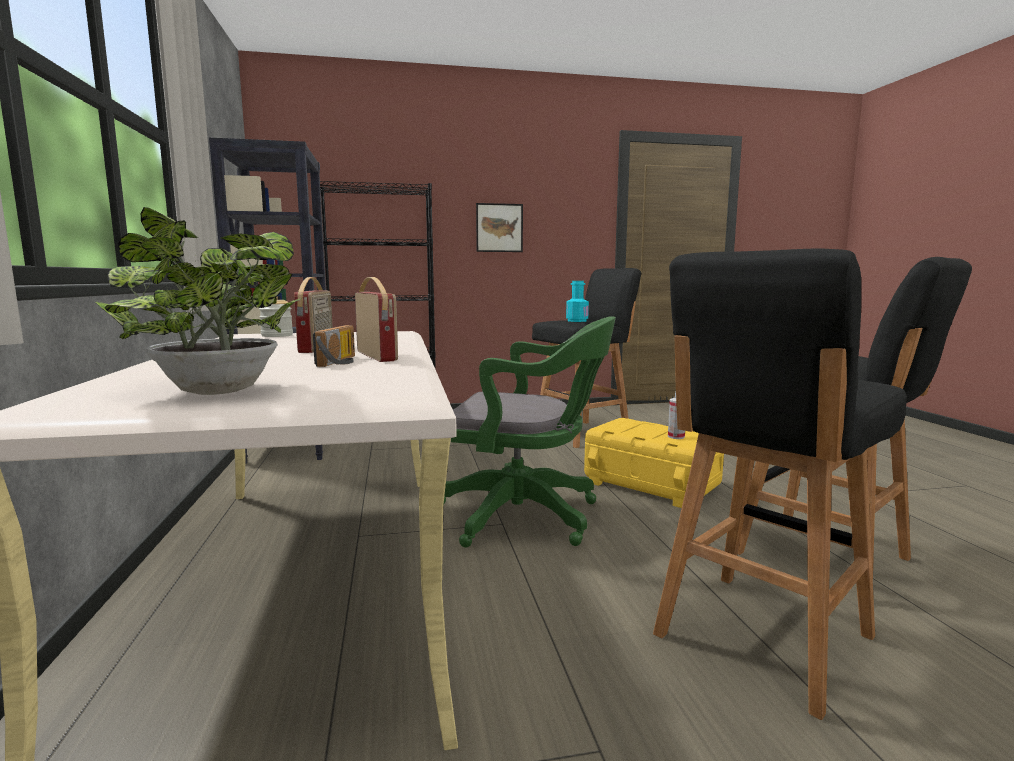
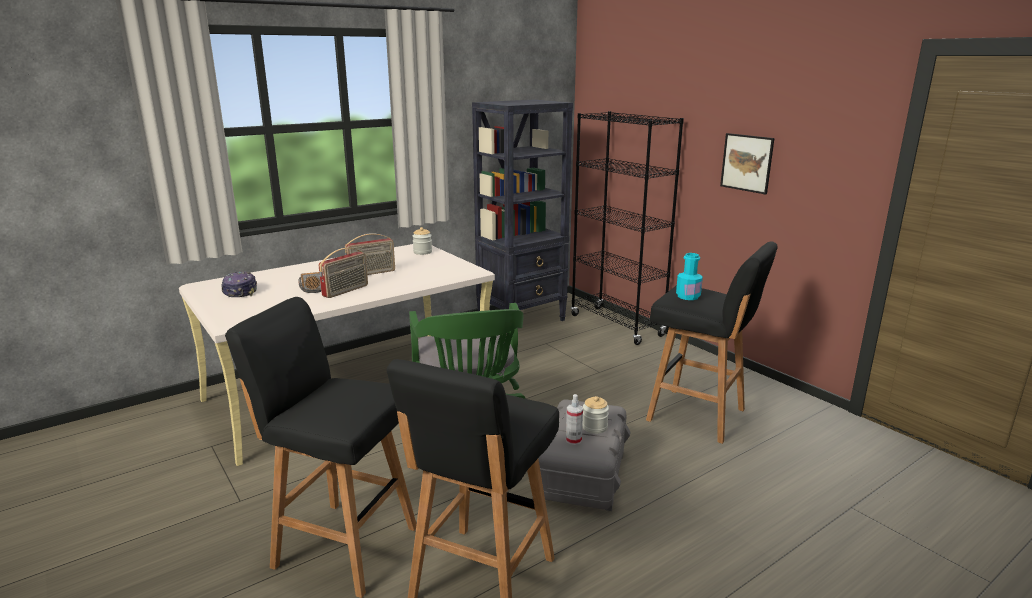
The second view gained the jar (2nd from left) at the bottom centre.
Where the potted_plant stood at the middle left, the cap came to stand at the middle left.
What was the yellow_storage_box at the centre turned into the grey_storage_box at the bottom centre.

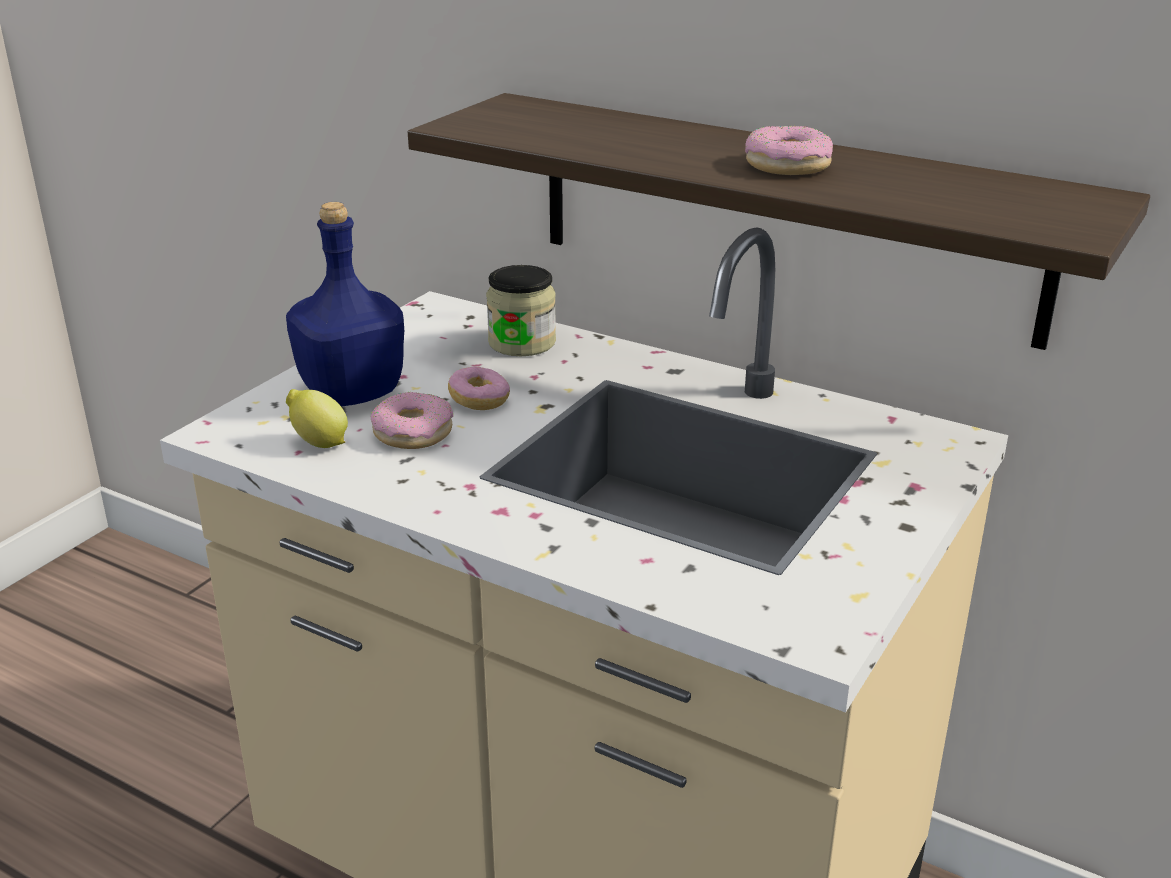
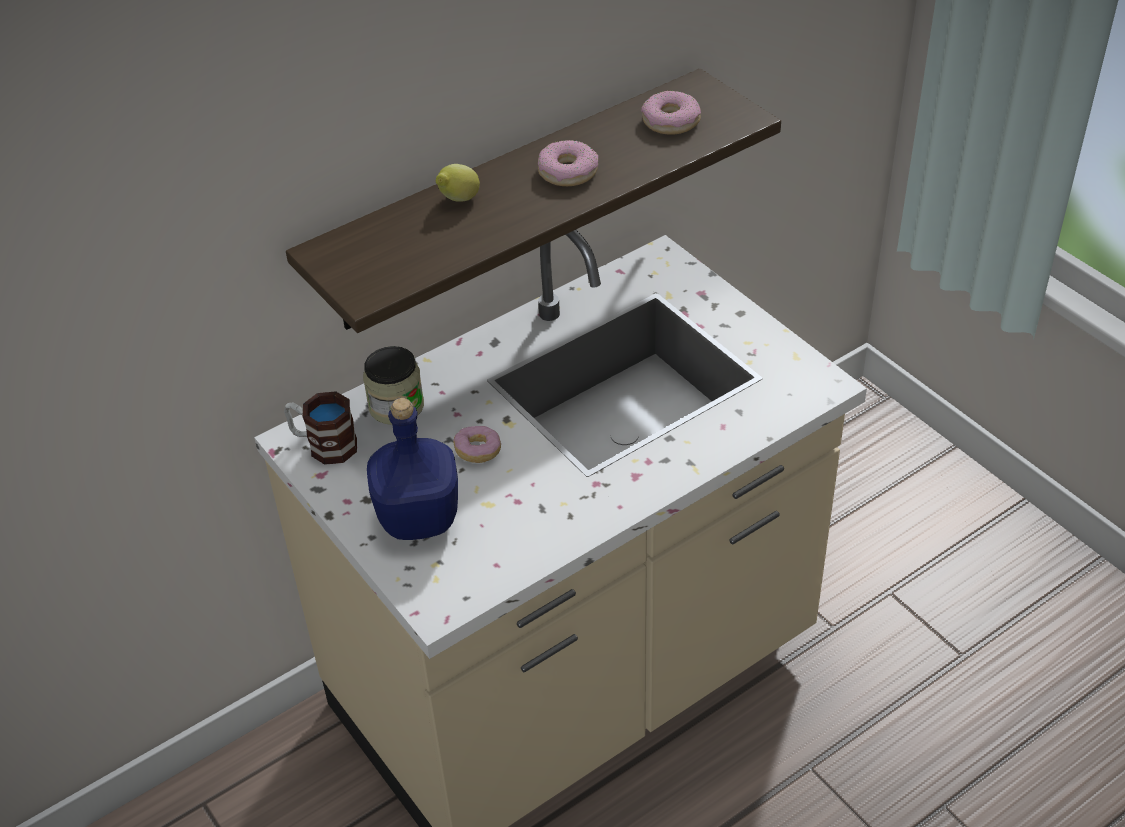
The second view gained the mug at the middle left.
The lemon ended up elsewhere, having gone from the middle left to the top centre.
The donut (1st from left in the first image) ended up elsewhere, having gone from the centre to the top centre.

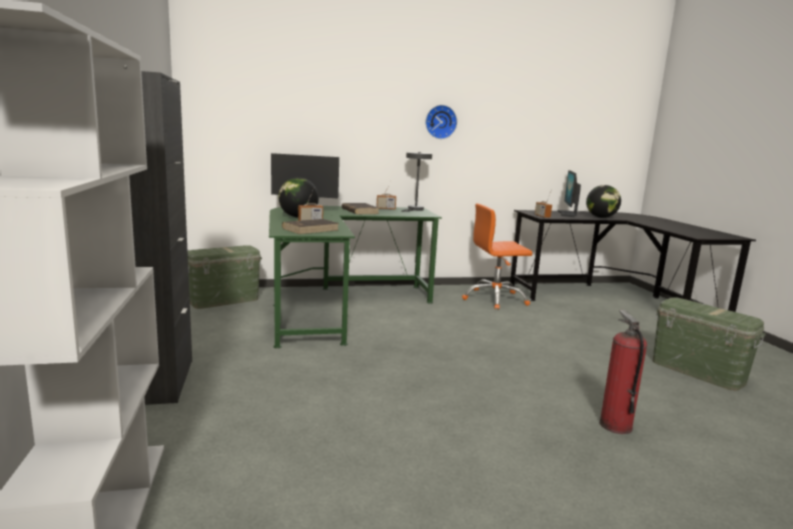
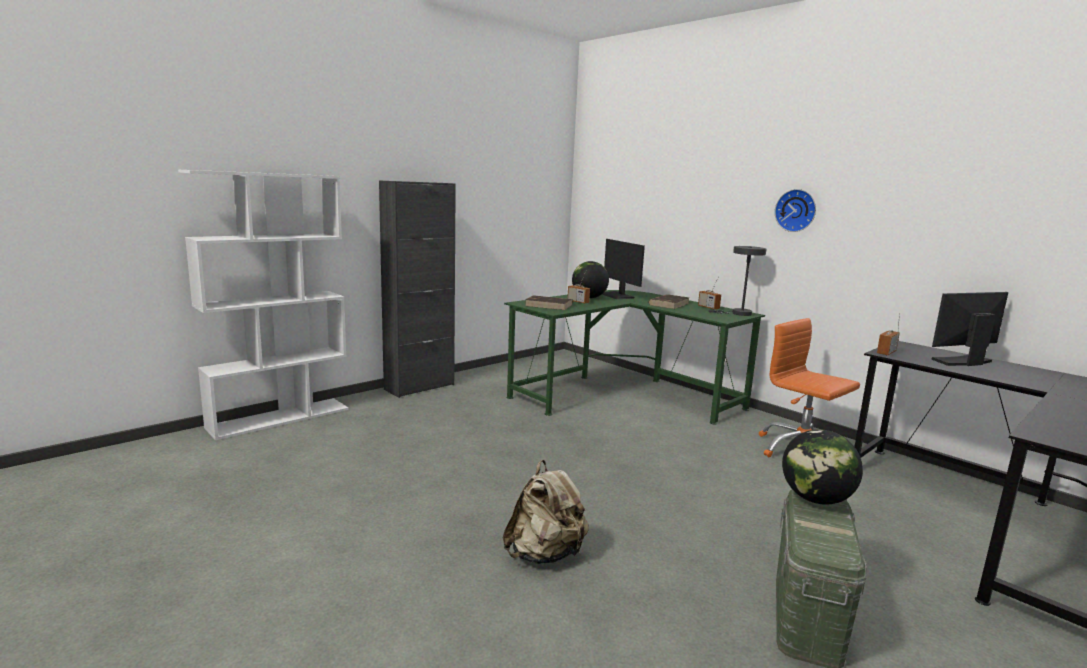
The second view lost the green_storage_box (1st from left) at the middle left.
The globe (2nd from left) ended up elsewhere, having gone from the middle right to the bottom right.
Where the fire_extinguisher stood at the bottom right, the beige_backpack came to stand at the bottom centre.

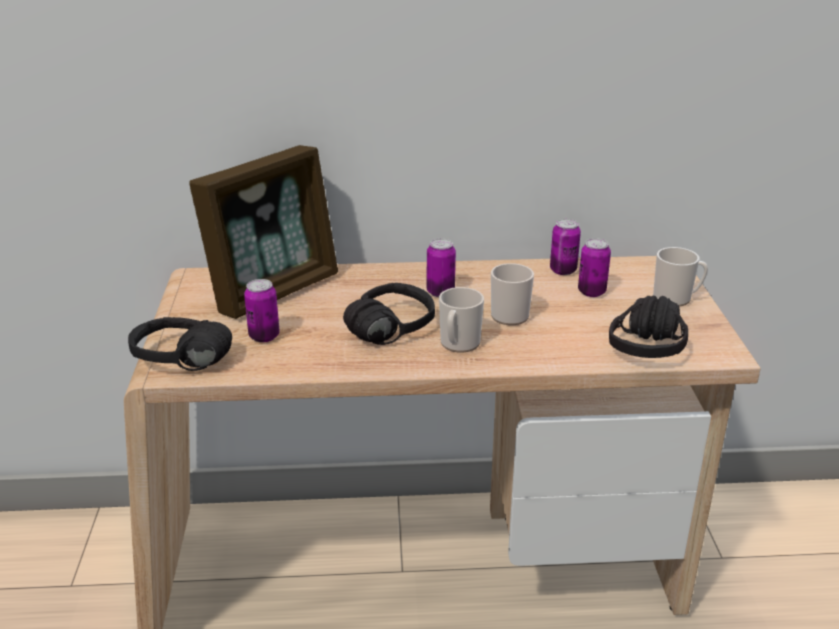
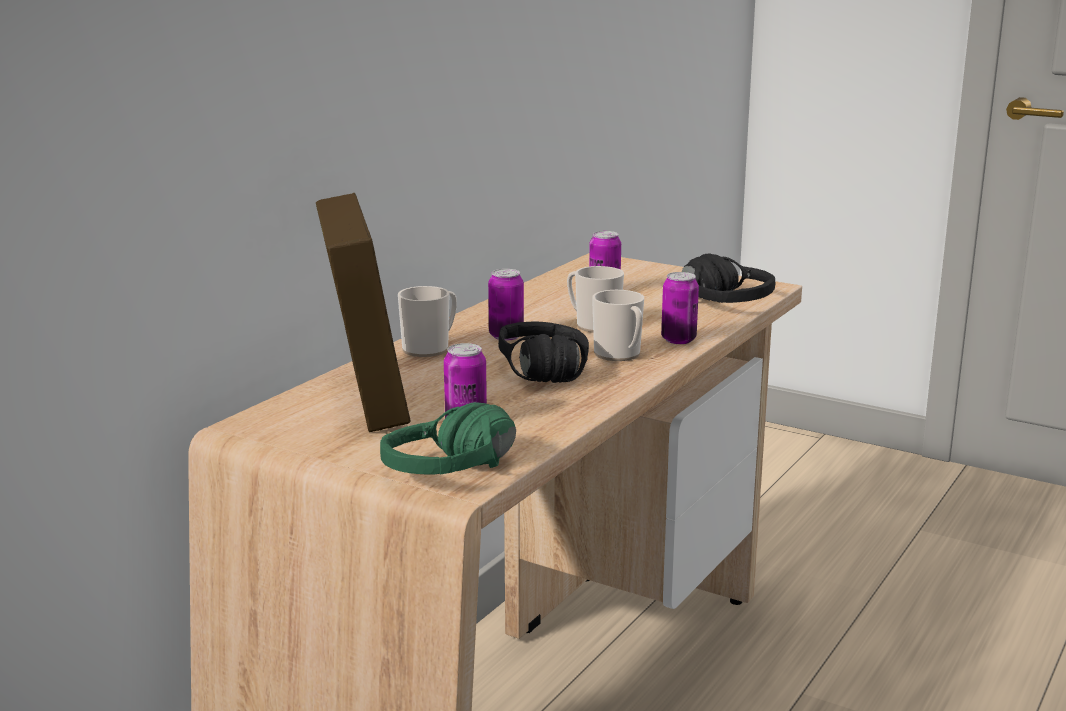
The can (3rd from left in the first image) ended up elsewhere, having gone from the middle right to the centre.
The mug (3rd from left in the first image) ended up elsewhere, having gone from the middle right to the centre.
What was the black_headphones (1st from left) at the middle left turned into the green_headphones at the centre.

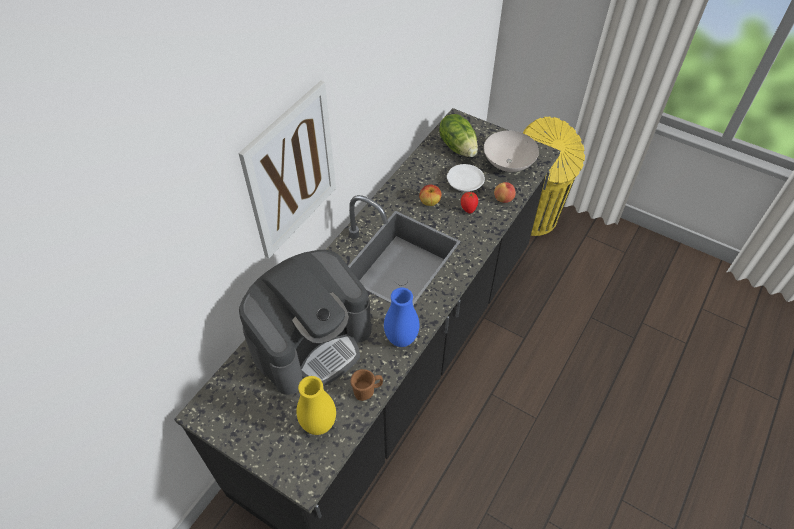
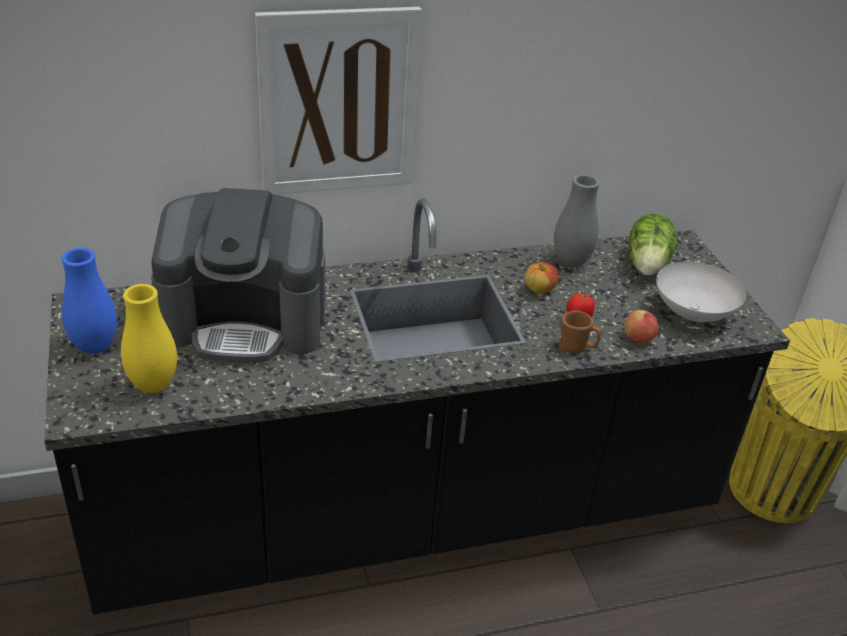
The second view lost the white_plate at the centre.
The second view gained the grey_vase at the middle right.
The brown_mug ended up elsewhere, having gone from the bottom centre to the middle right.
The blue_vase ended up elsewhere, having gone from the centre to the middle left.

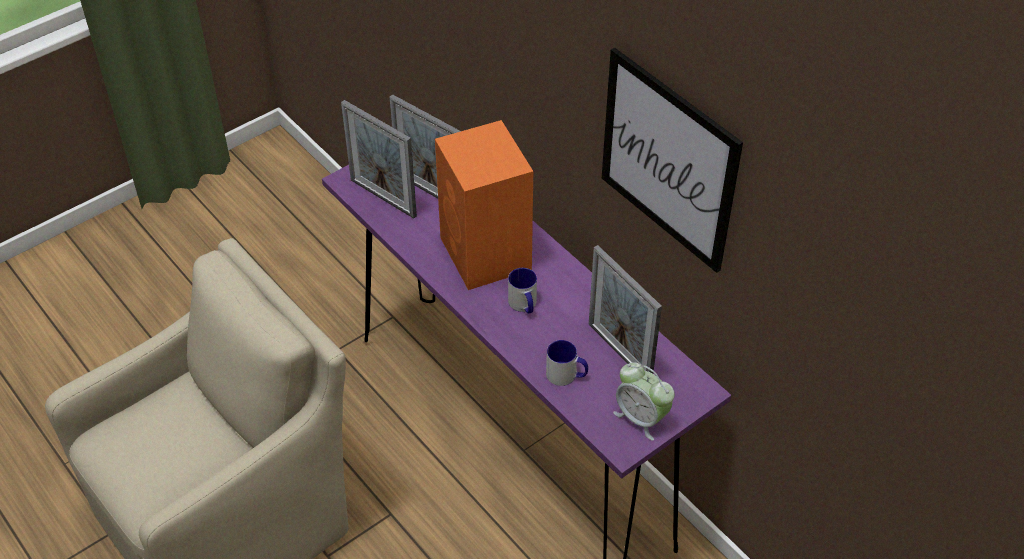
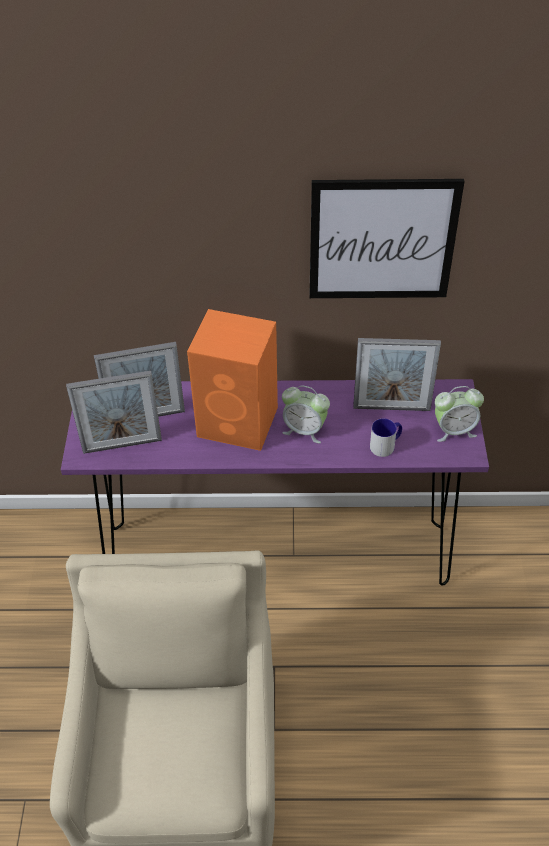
Where the mug (1st from left) stood at the centre, the alarm_clock (1st from left) came to stand at the centre.

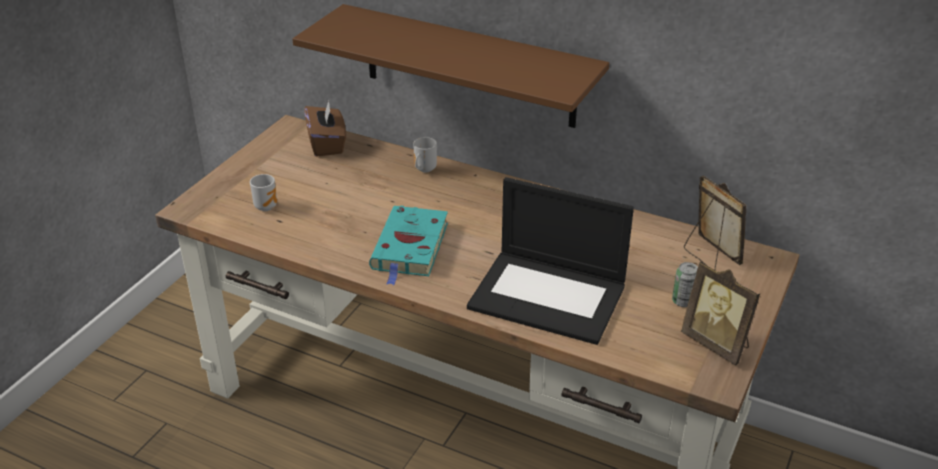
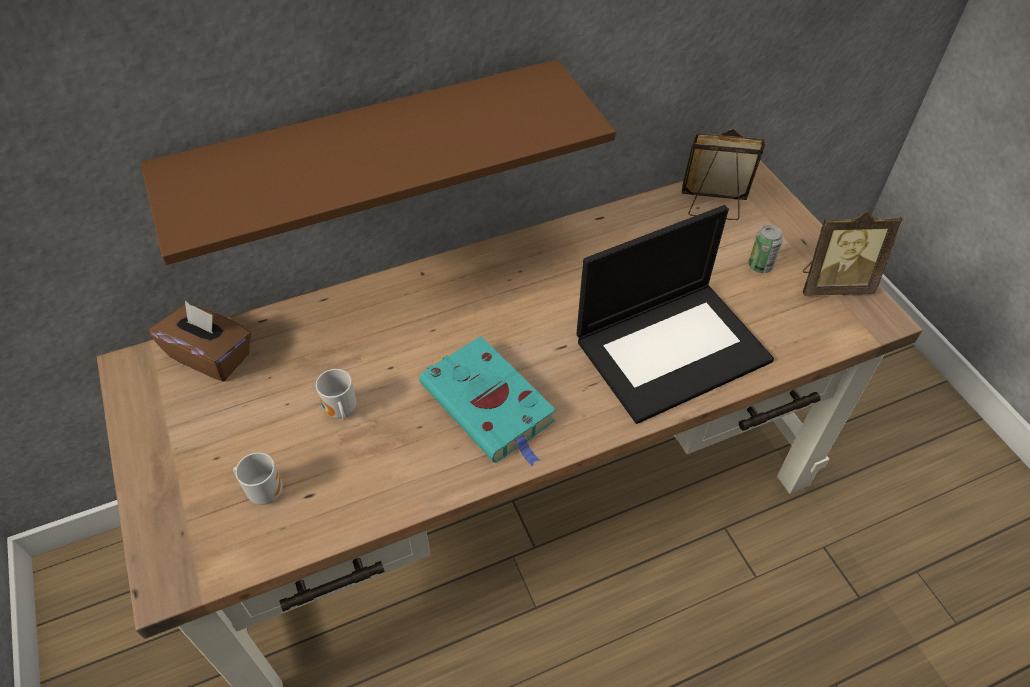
The mug (2nd from left) ended up elsewhere, having gone from the top centre to the middle left.

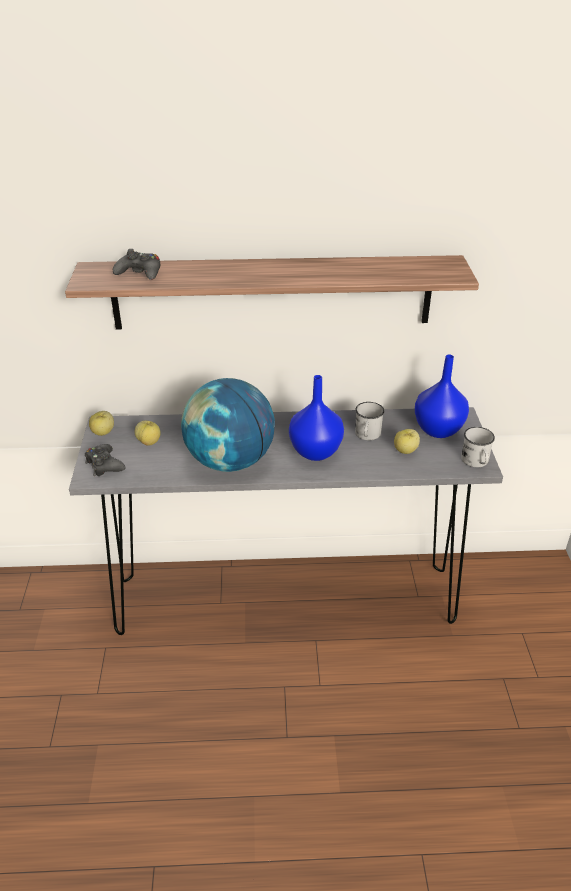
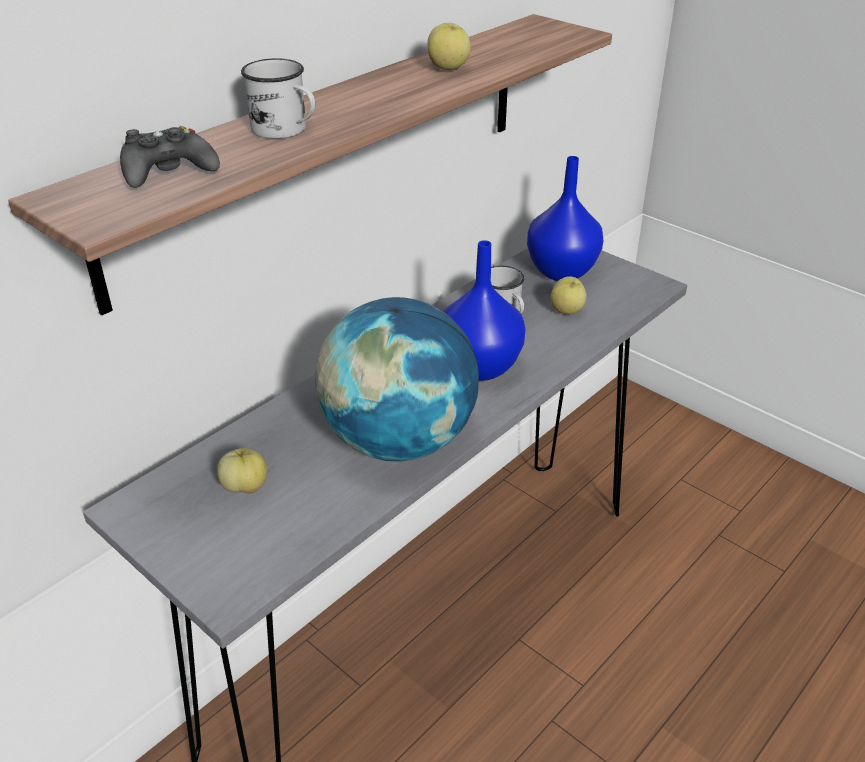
The second view lost the black_game_controller (1st from left) at the middle left.
The apple (1st from left in the first image) ended up elsewhere, having gone from the middle left to the top centre.
The white_mug (2nd from left in the first image) ended up elsewhere, having gone from the middle right to the top left.

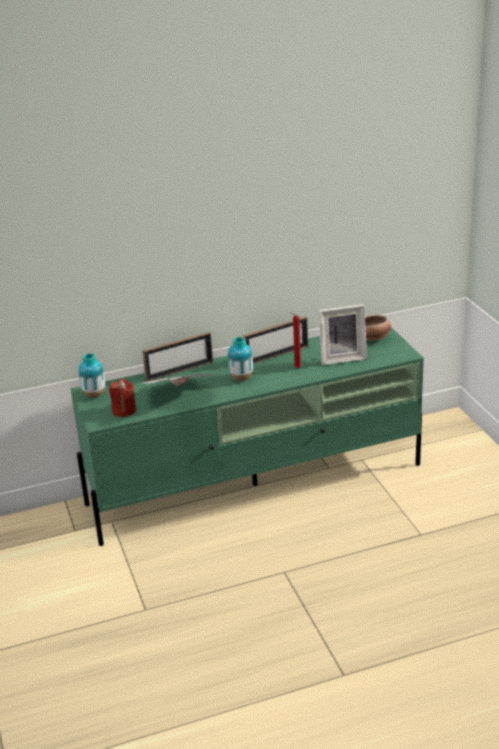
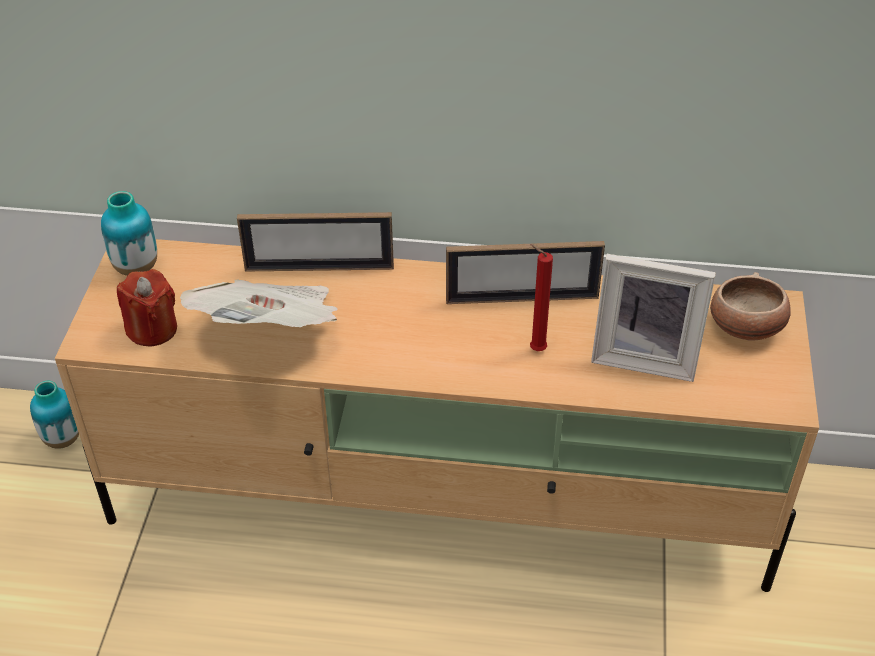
The vase (2nd from left in the first image) ended up elsewhere, having gone from the centre to the middle left.
What was the green_tv_stand at the centre turned into the beige_tv_stand at the centre.

